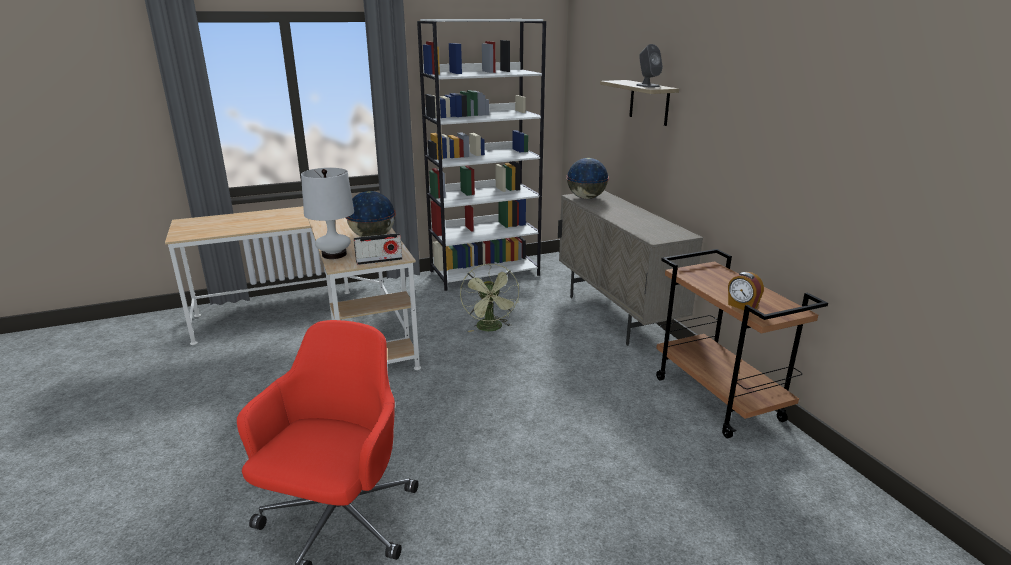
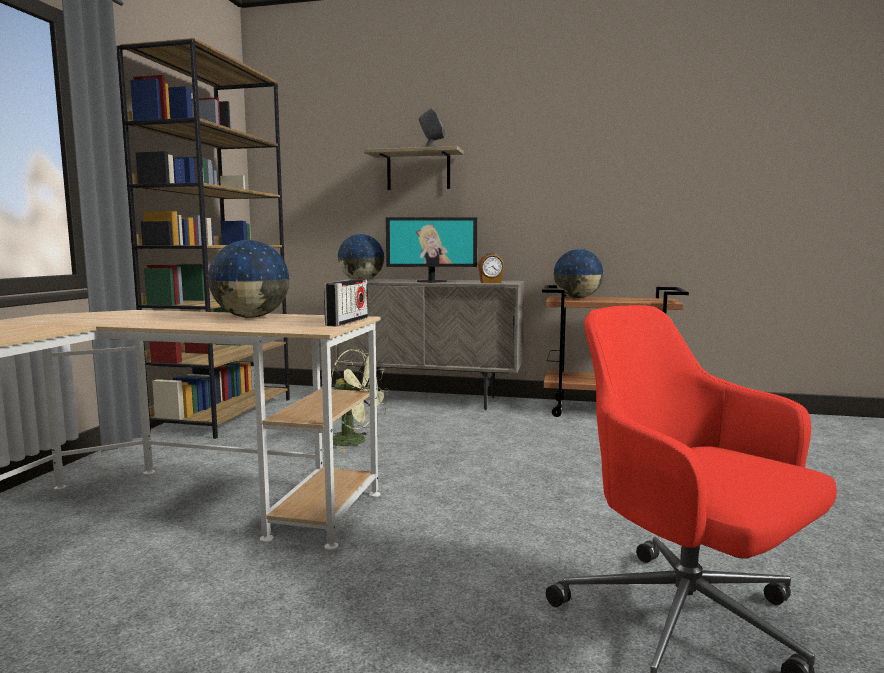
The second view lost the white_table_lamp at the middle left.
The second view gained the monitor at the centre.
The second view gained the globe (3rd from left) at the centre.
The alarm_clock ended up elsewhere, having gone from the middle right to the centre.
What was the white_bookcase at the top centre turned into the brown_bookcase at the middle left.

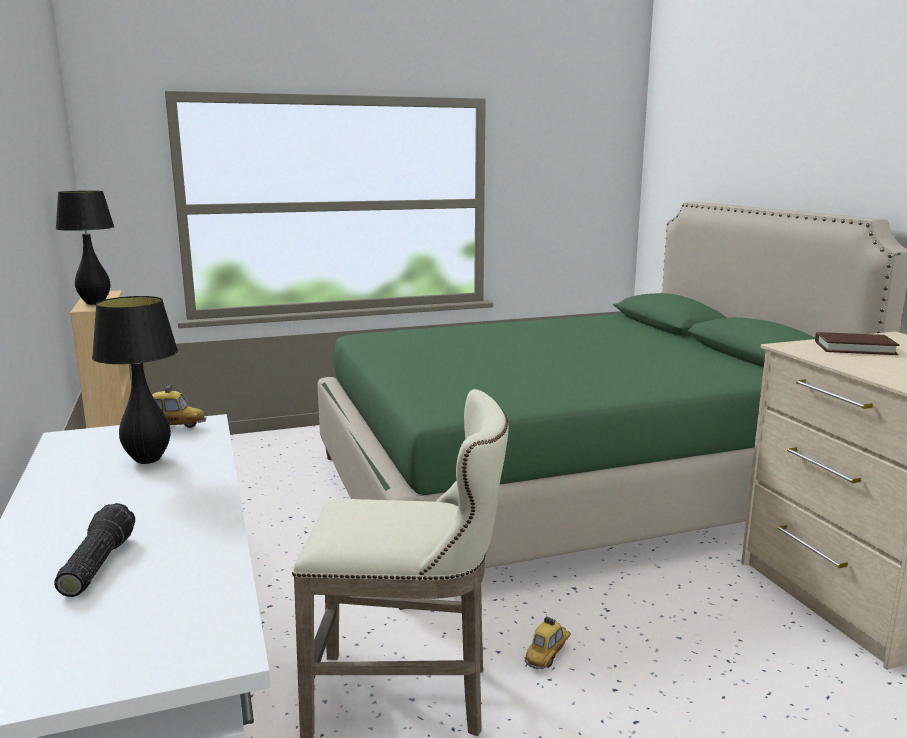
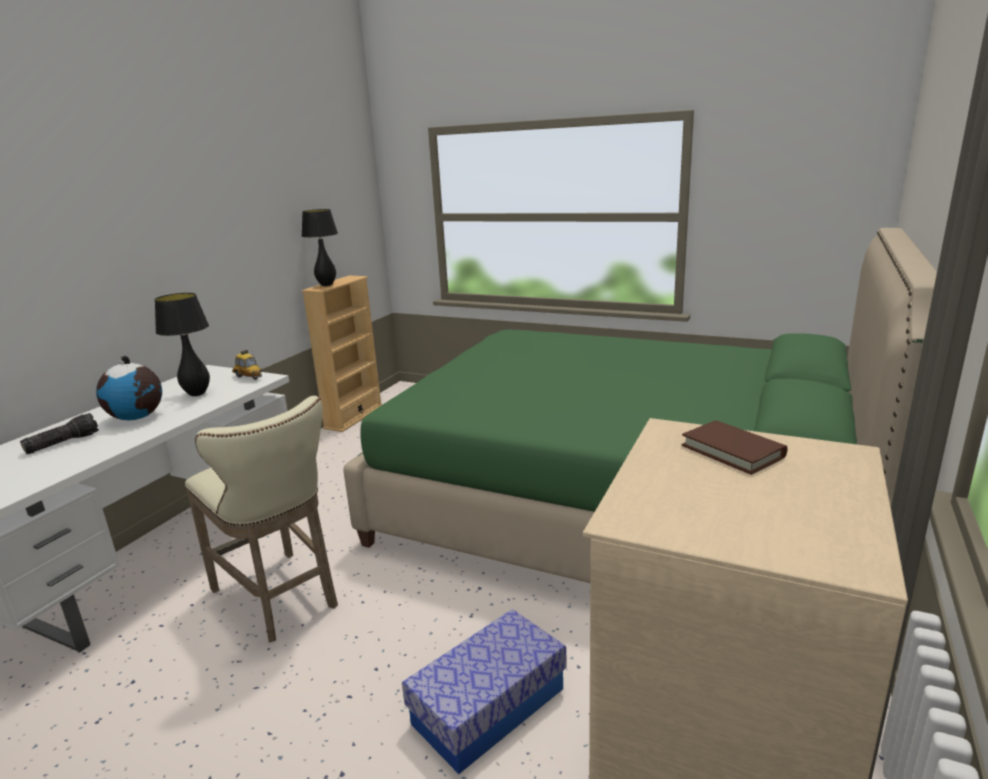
The second view lost the toy_car (2nd from left) at the bottom centre.
The second view gained the globe at the middle left.
The second view gained the storage_box at the bottom centre.

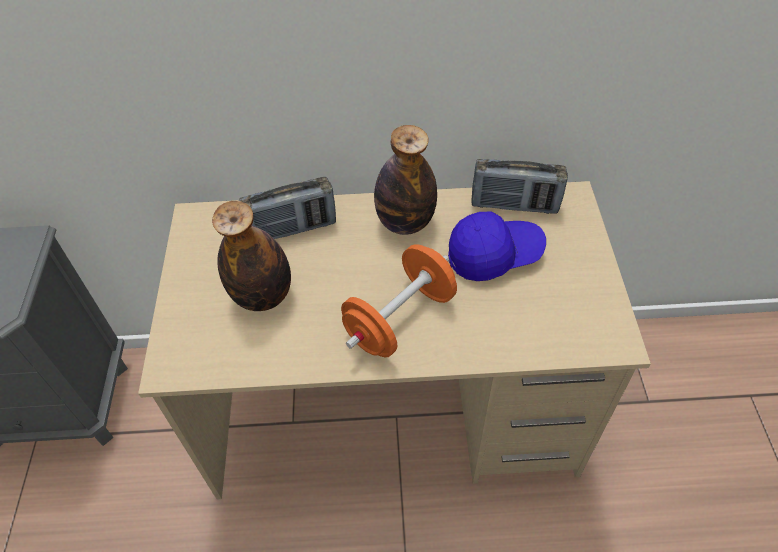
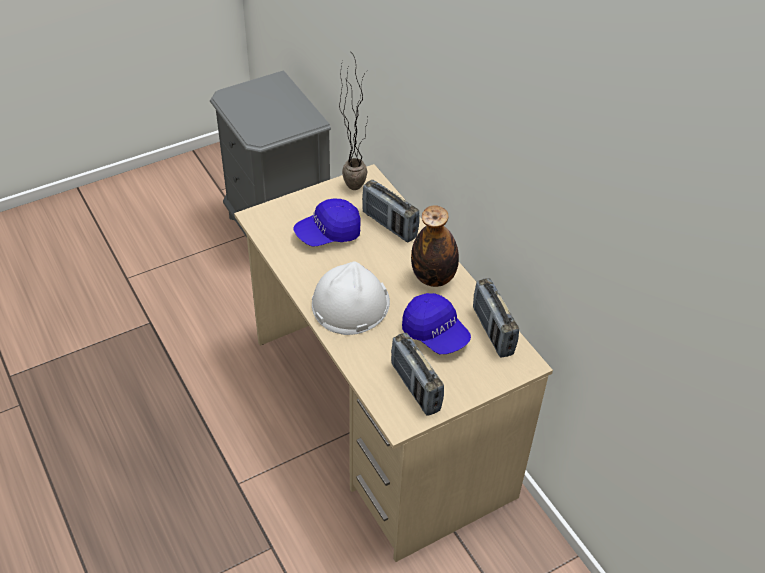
The second view gained the potted_plant at the top centre.
The second view gained the radio (2nd from left) at the centre.
Where the bottle (1st from left) stood at the middle left, the blue_cap (1st from left) came to stand at the centre.
Where the orange_dumbbell stood at the centre, the white_hard_hat came to stand at the centre.

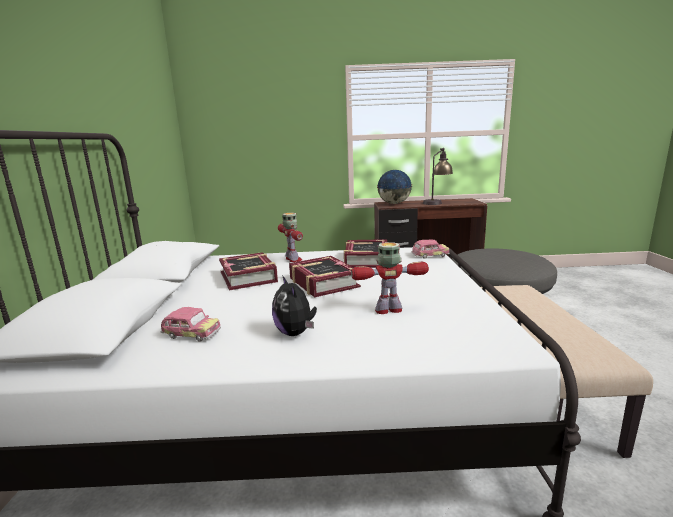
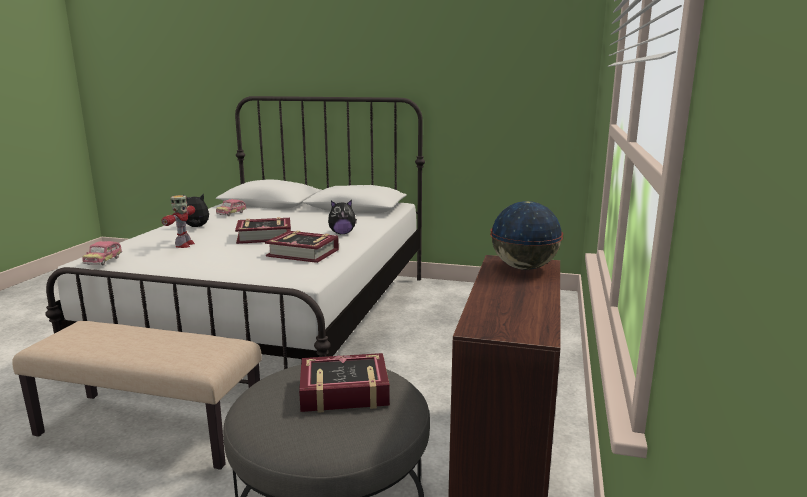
The second view lost the table_lamp at the centre.
The book (1st from left in the first image) ended up elsewhere, having gone from the centre to the bottom centre.
The toy_car (2nd from left in the first image) ended up elsewhere, having gone from the centre to the middle left.
Where the toy_robot (1st from left) stood at the centre, the plush_toy (2nd from left) came to stand at the centre.

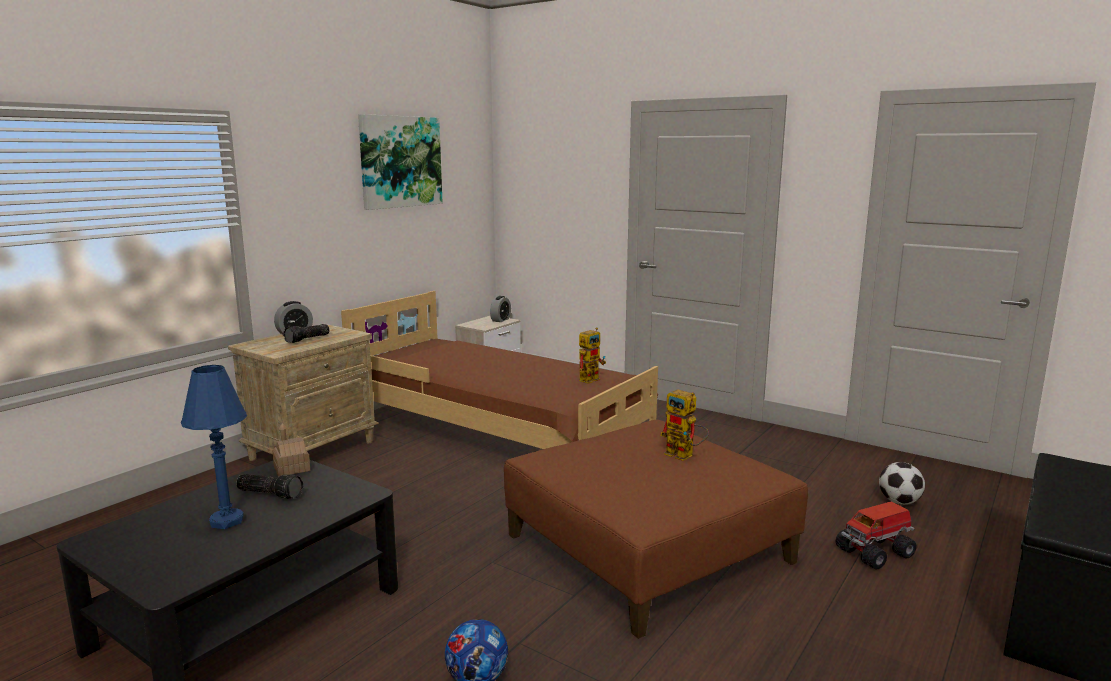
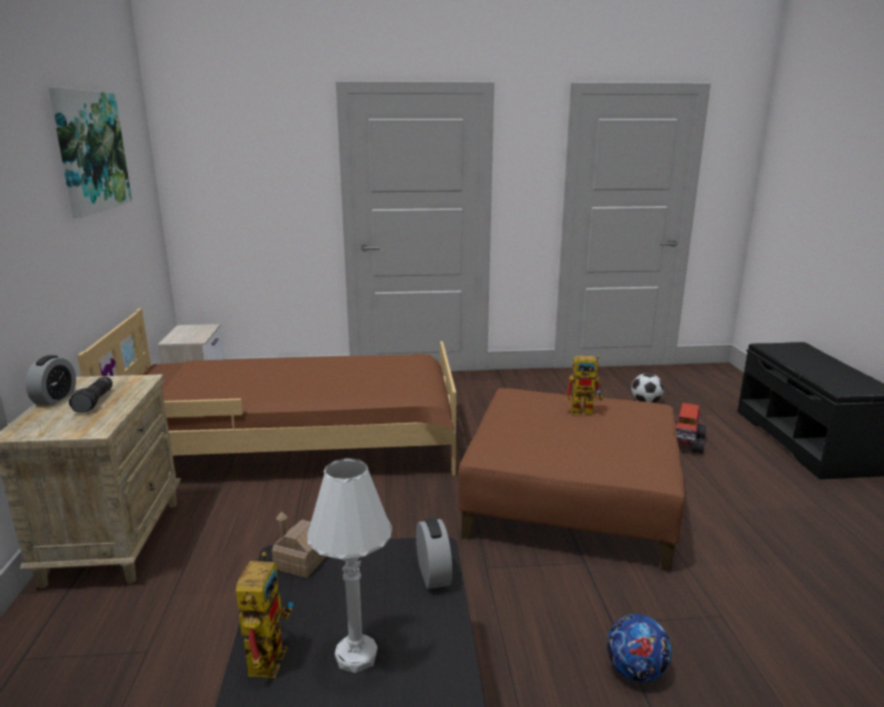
The second view lost the flashlight (1st from left) at the bottom left.
The alarm_clock (2nd from left) ended up elsewhere, having gone from the centre to the bottom centre.
The toy_robot (1st from left) ended up elsewhere, having gone from the centre to the bottom left.
What was the blue_table_lamp at the middle left turned into the white_table_lamp at the bottom centre.

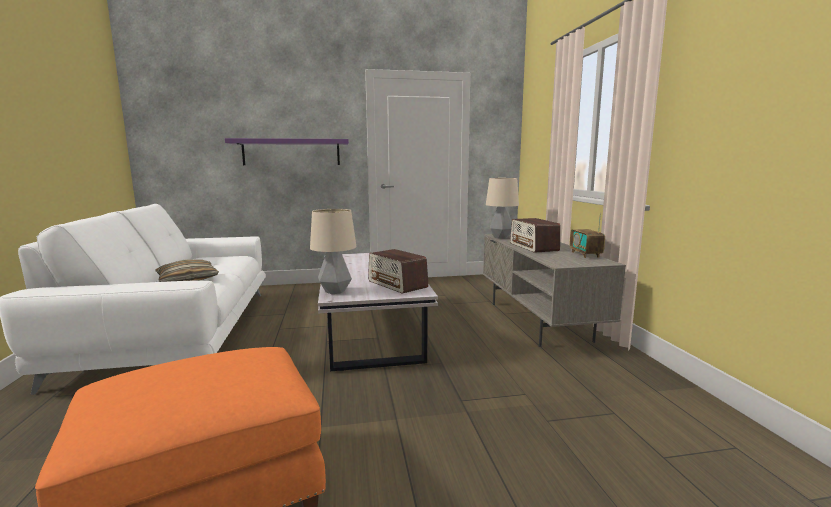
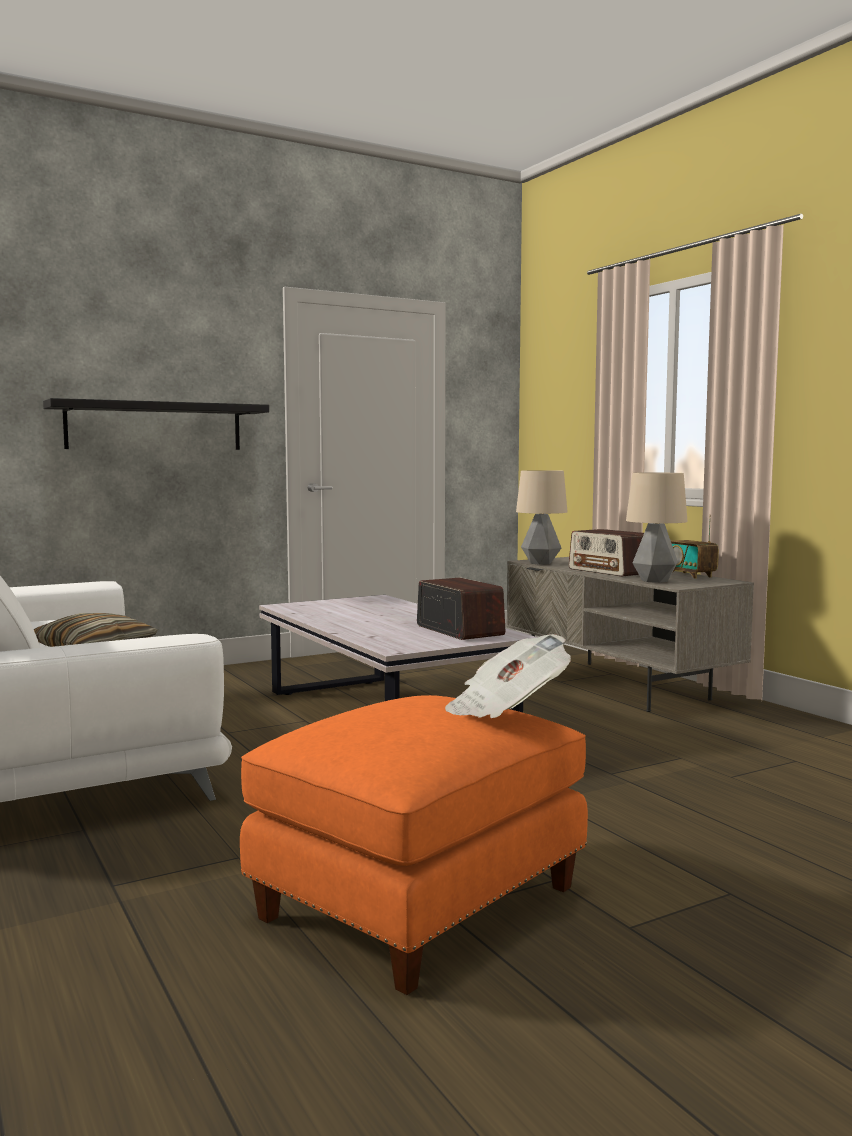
The second view gained the newspaper at the centre.
The table_lamp (1st from left in the first image) ended up elsewhere, having gone from the centre to the middle right.
What was the purple_shelf at the top centre turned into the black_shelf at the middle left.
The radio (1st from left) at the centre ended up facing another way, 150 degrees counterclockwise from before.

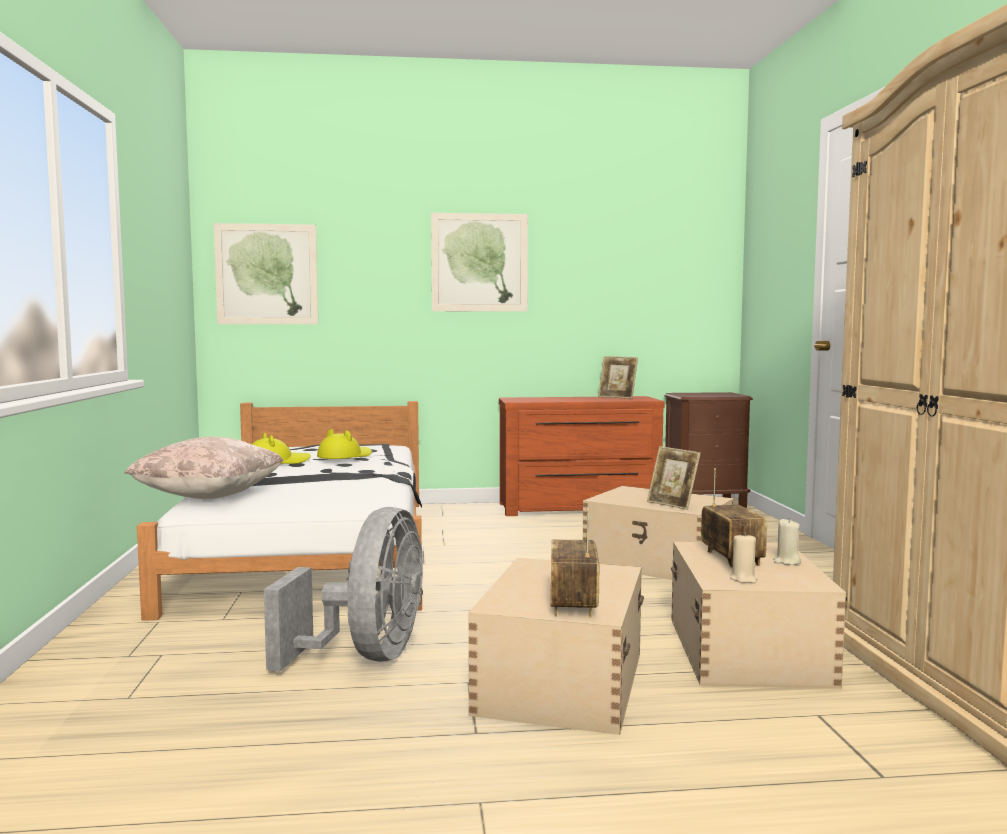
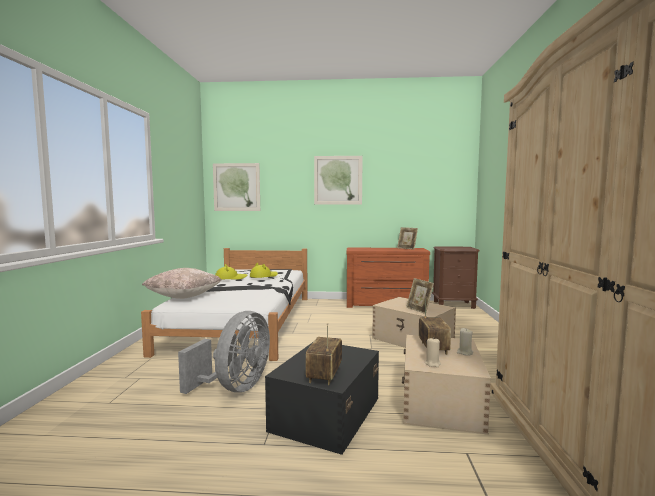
What was the beige_storage_box (1st from left) at the bottom centre turned into the black_storage_box at the bottom centre.

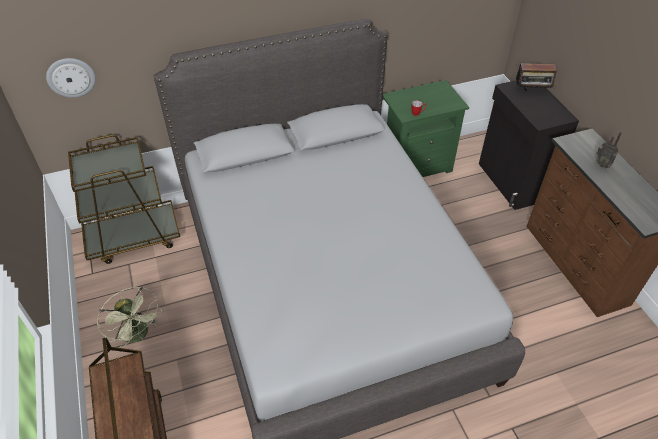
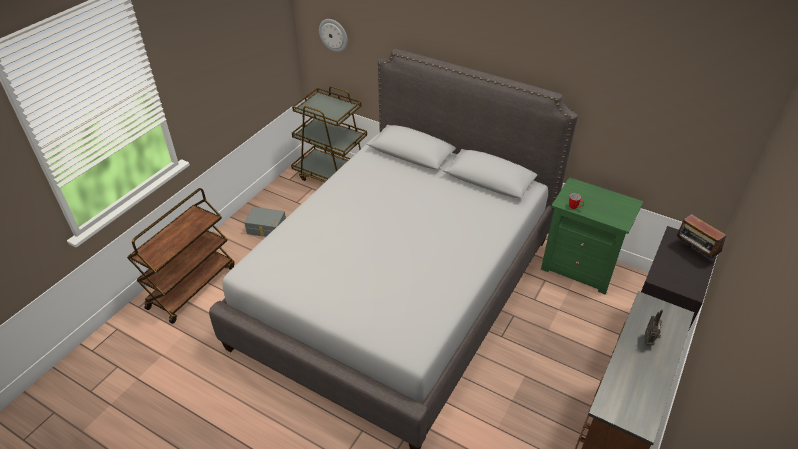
Where the green_fan stood at the bottom left, the grey_storage_box came to stand at the middle left.

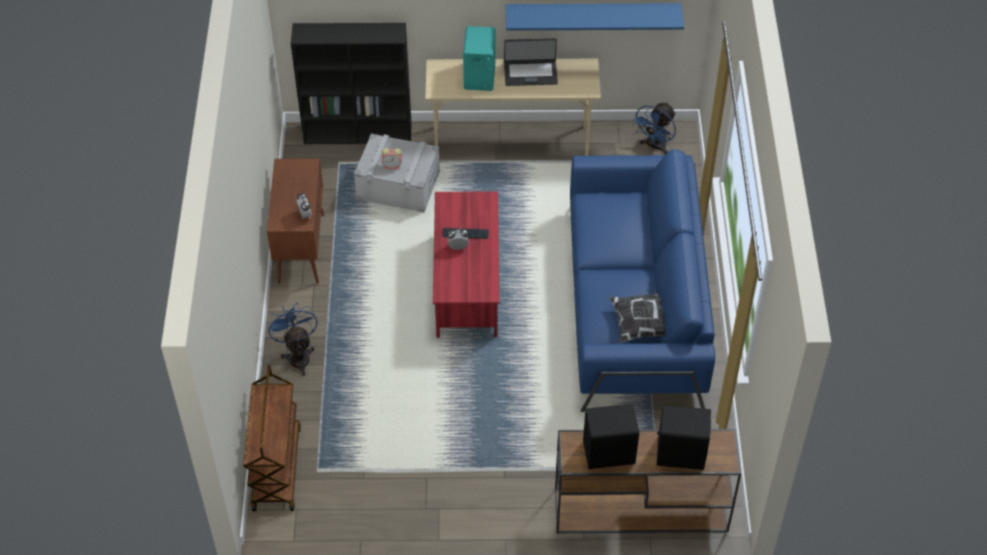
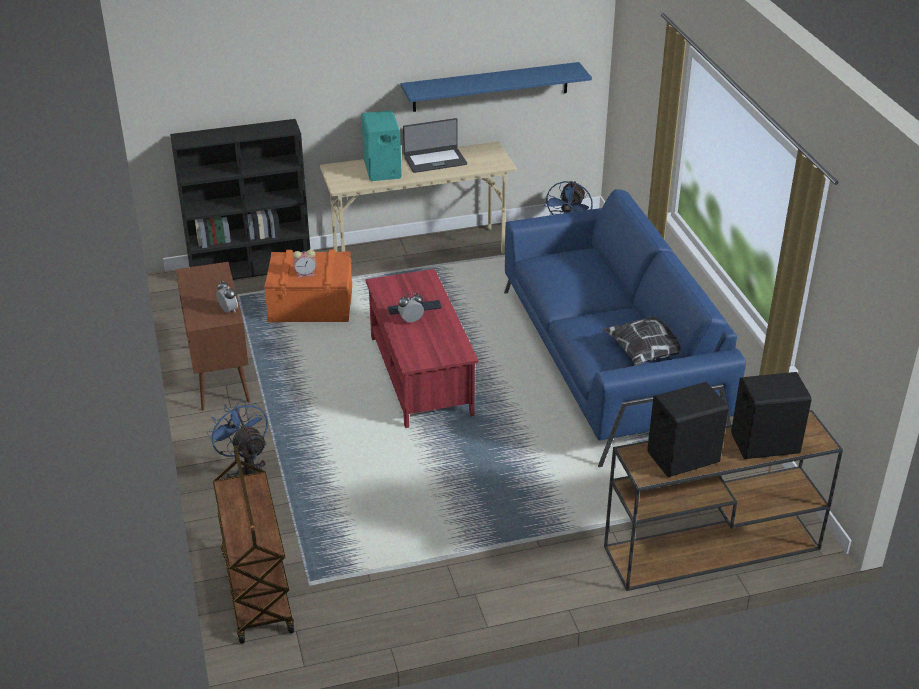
What was the grey_storage_box at the top centre turned into the orange_storage_box at the centre.

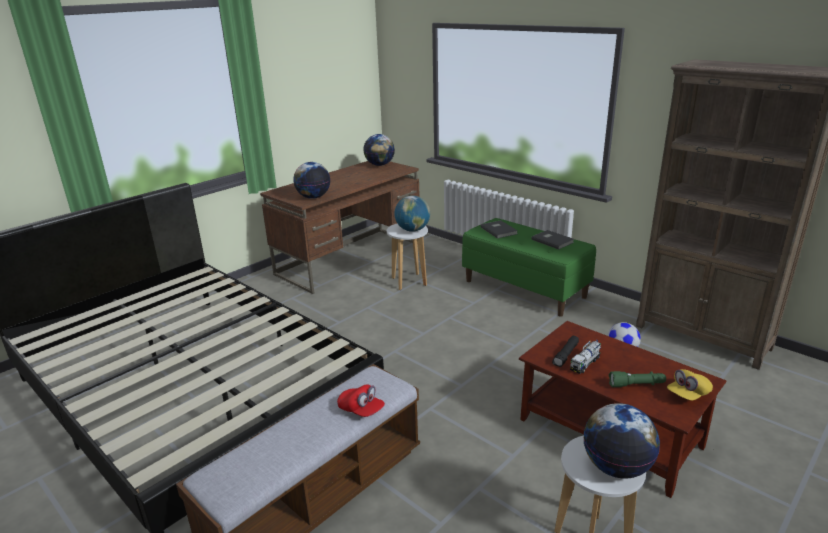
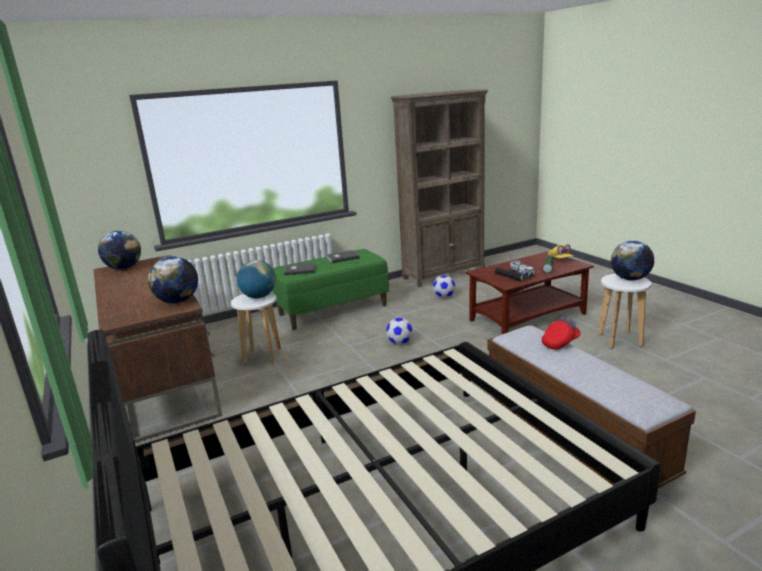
The second view gained the football (1st from left) at the centre.

